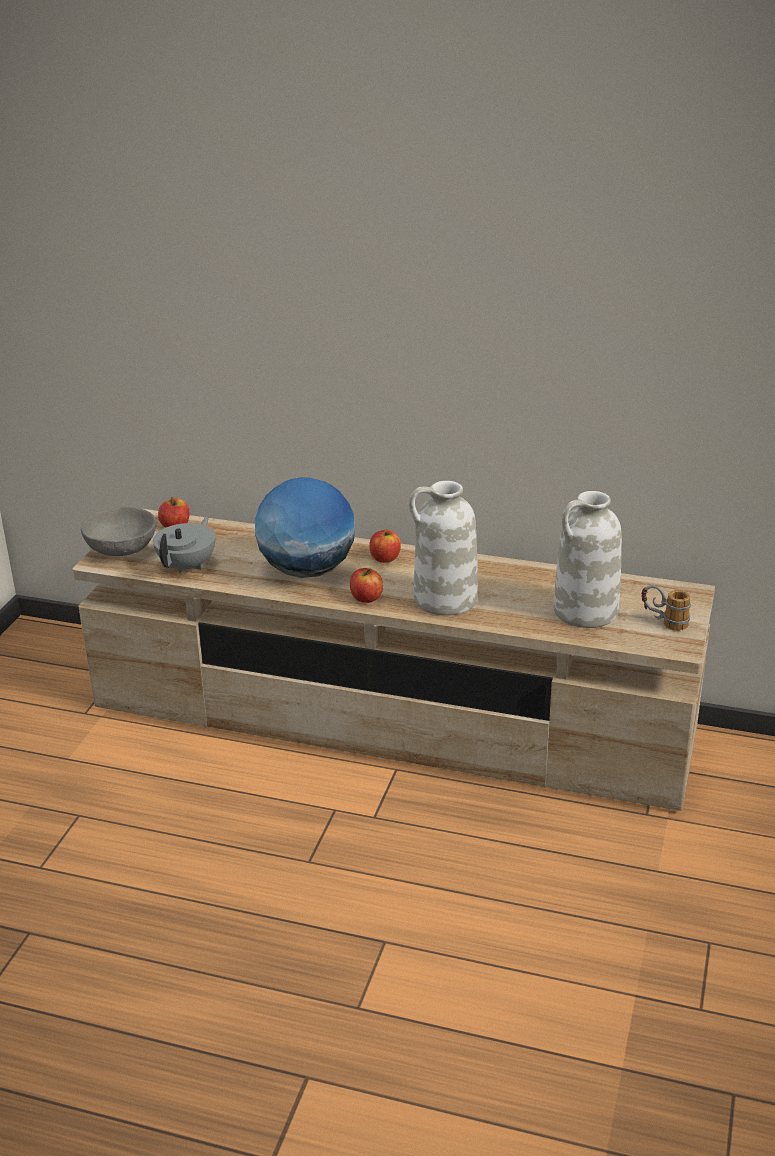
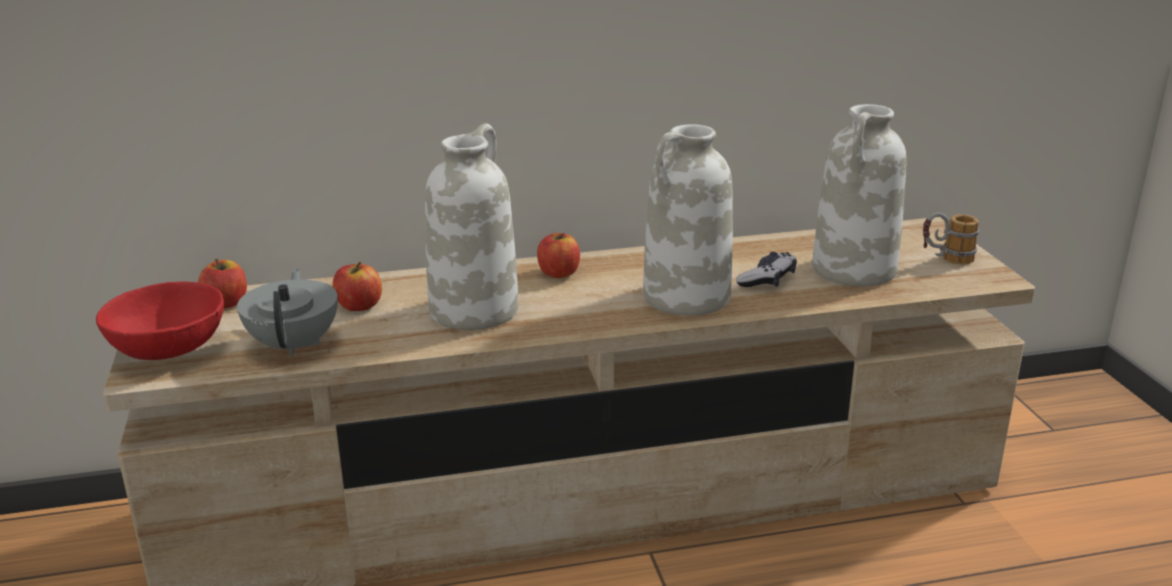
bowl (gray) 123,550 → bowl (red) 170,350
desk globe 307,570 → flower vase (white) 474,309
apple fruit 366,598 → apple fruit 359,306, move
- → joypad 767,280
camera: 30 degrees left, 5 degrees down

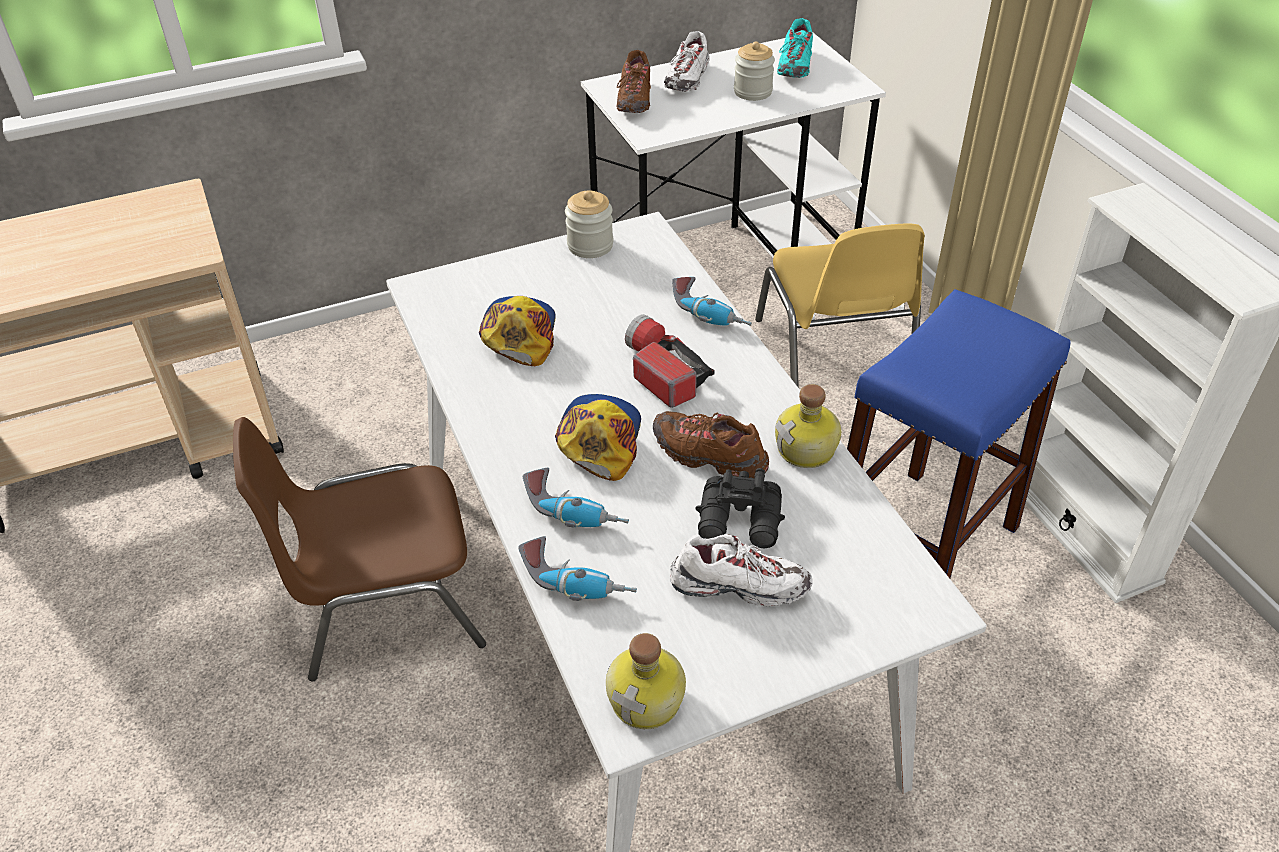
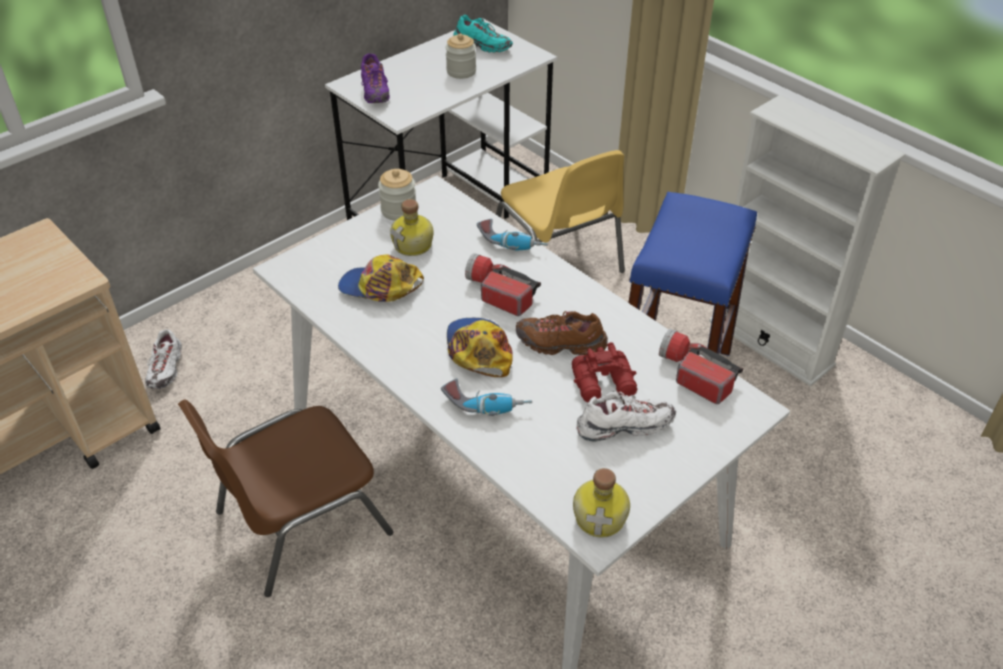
peaked cap 519,334 → peaked cap 380,287, 60 degrees counterclockwise
drill 576,580 → -
low shoe (brown) 634,100 → low shoe (purplish) 375,92
low shoe (white) 687,79 → low shoe (white) 166,369, move
pair of binoculars (black-coloured) 741,523 → pair of binoculars (red) 605,384
drink bottle 807,450 → drink bottle 414,245, move
low shoe (turquoise-coloured) 795,66 → low shoe (turquoise-coloured) 482,46, 60 degrees counterclockwise
- → flashlight 694,374
camera: 20 degrees left, 0 degrees up

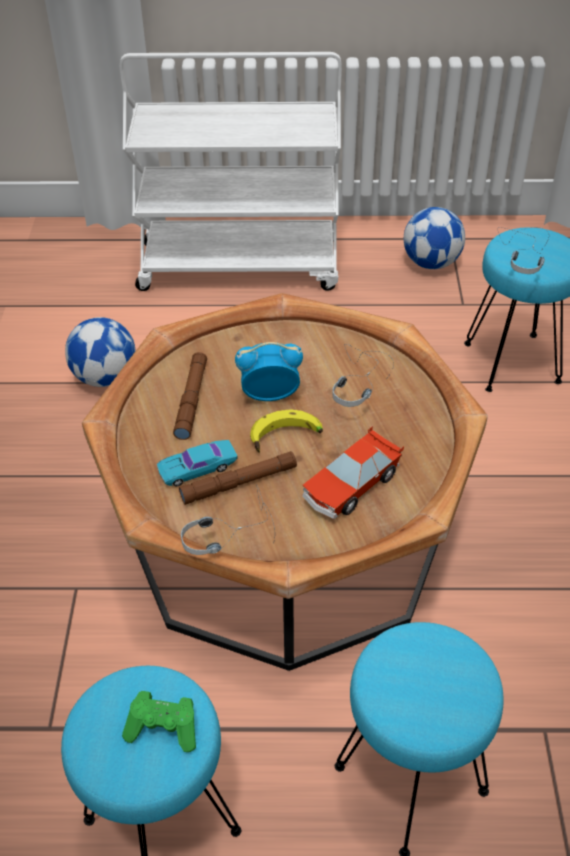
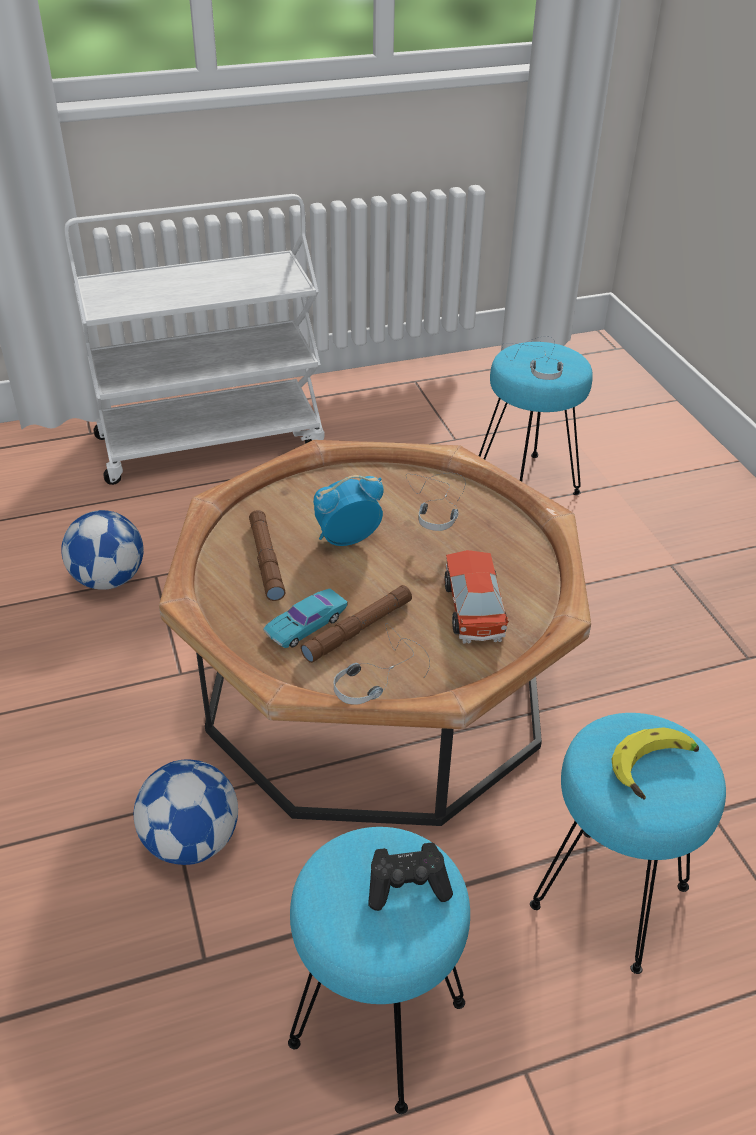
joypad (green-coloured) 164,728 → joypad (black-coloured) 407,886
banana 286,439 → banana 655,769, move
toy car 351,486 → toy car 473,607, 150 degrees clockwise
football ball 431,263 → football ball 192,841, move
camera: 20 degrees left, 5 degrees down

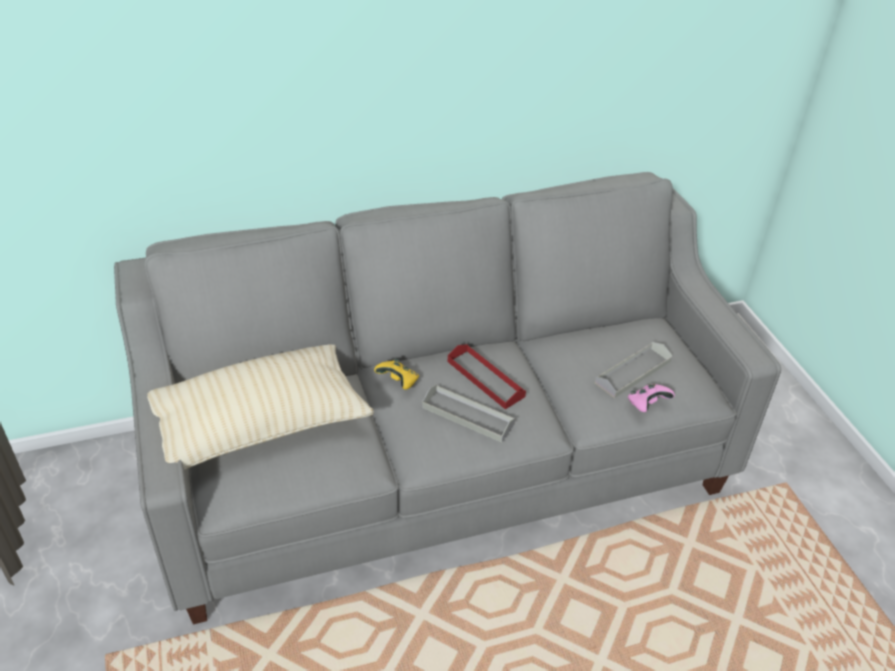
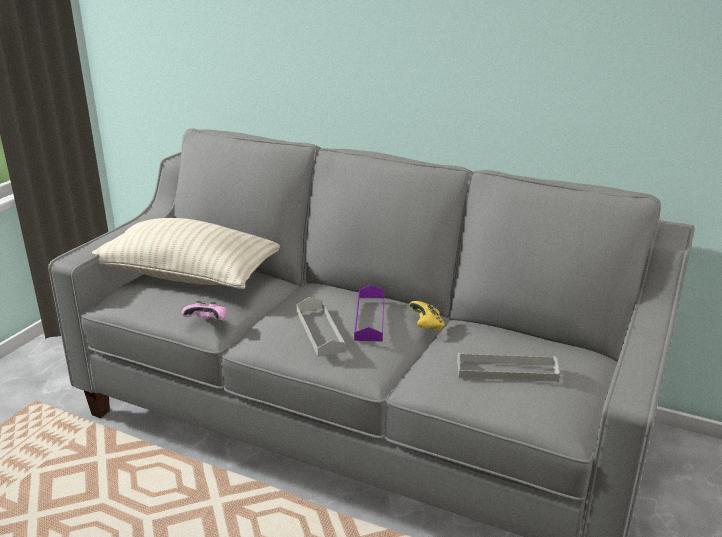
joypad (yellow-coloured) 398,382 → joypad (yellow-coloured) 427,325, move
tray (red) 485,379 → tray (purplish) 370,318
joypad (pink) 647,404 → joypad (pink) 208,321, move
camera: 45 degrees right, 15 degrees down

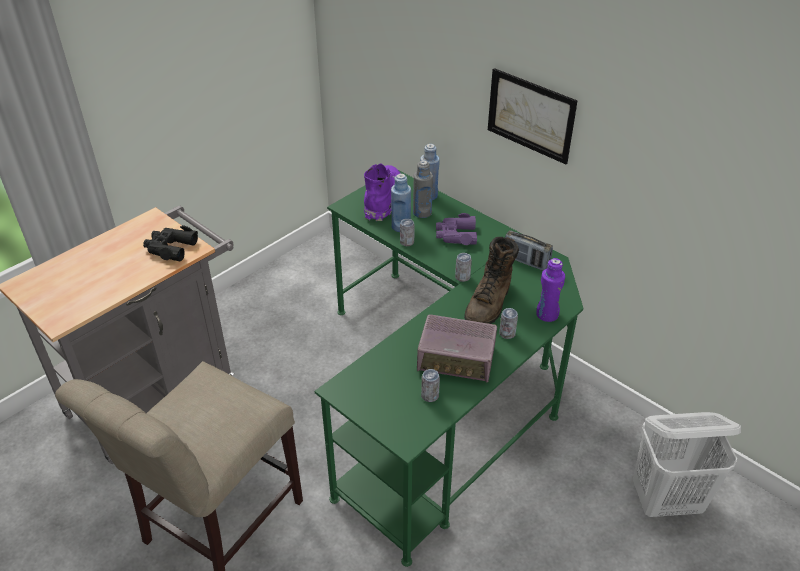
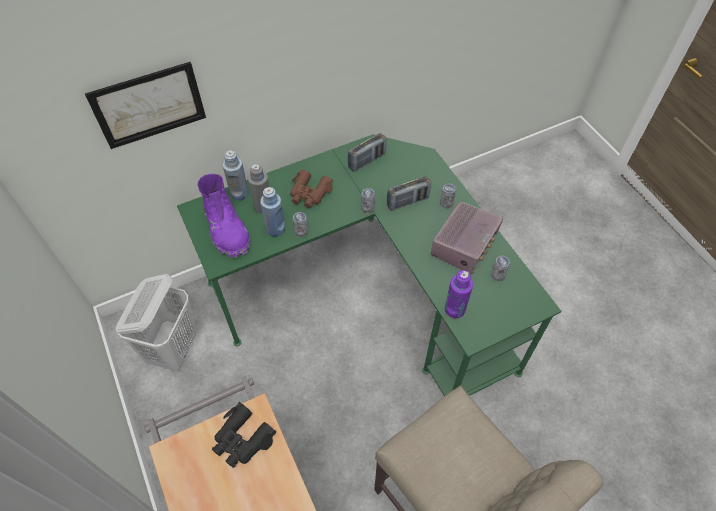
boot (purplish) 383,200 → boot (purplish) 227,230, 150 degrees counterclockwise
pair of binoculars (purplish) 456,235 → pair of binoculars (brown) 309,193
boot (brown) 489,303 → radio receiver 407,202
wall art 530,115 → wall art 149,105, move
drink bottle (purplish) 547,314 → drink bottle (purplish) 454,309, move
laundry basket (white) 666,501 → laundry basket (white) 174,348, move
camera: 70 degrees left, 15 degrees up

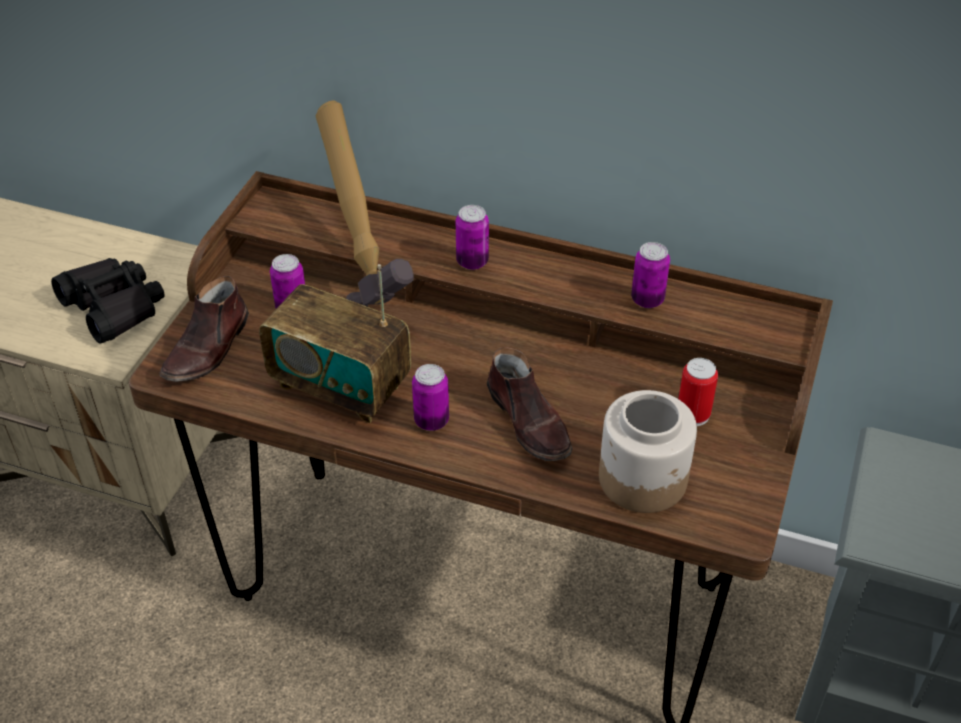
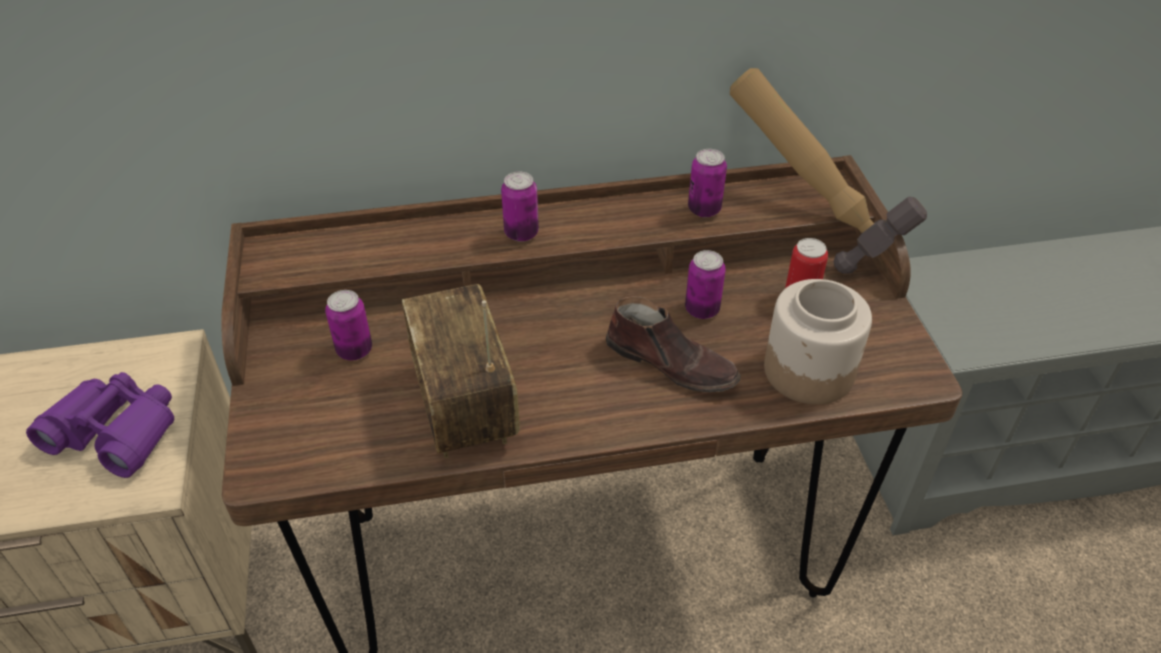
pair of binoculars (black-coloured) 114,307 → pair of binoculars (purplish) 116,432
low shoe (brown) 208,348 → -
radio receiver 340,386 → radio receiver 465,405, 75 degrees clockwise
hammer 368,272 → hammer 809,234, move
can 431,421 → can 702,310, move
camera: 30 degrees left, 0 degrees up

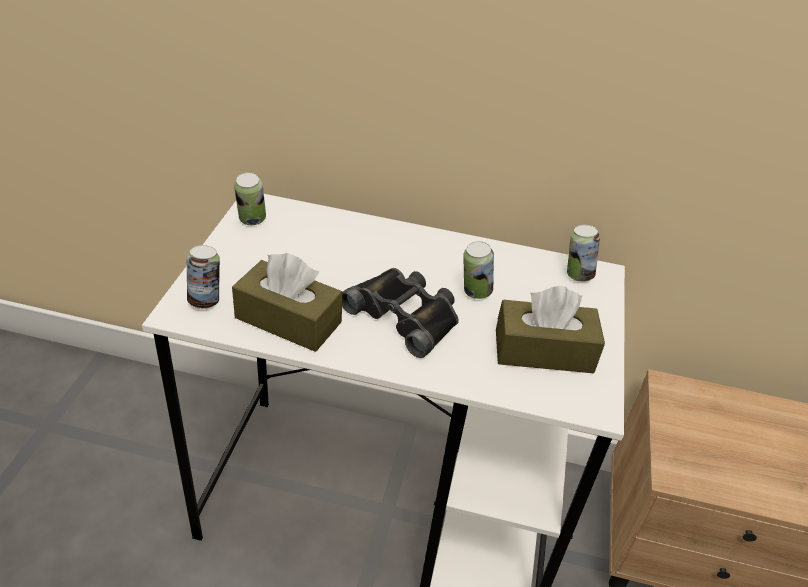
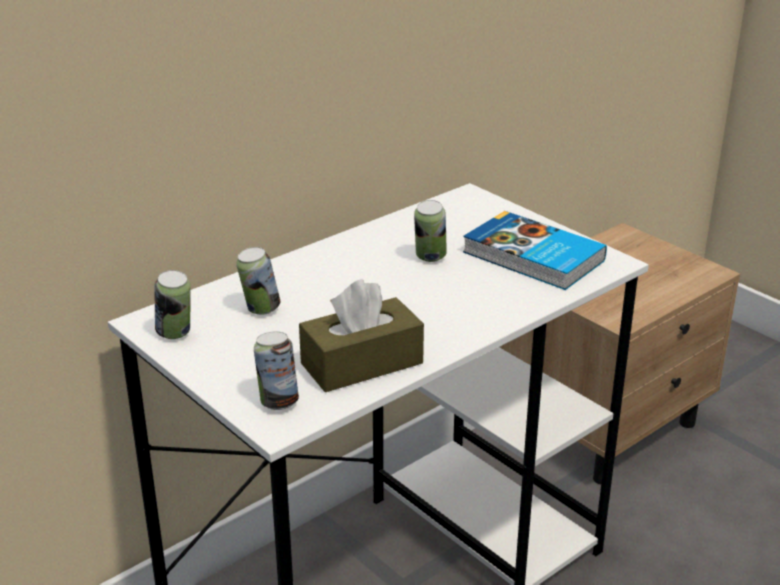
pair of binoculars (black-coloured) 405,315 → -
tissue holder (brown) 543,351 → book 533,257
can 577,275 → can 260,310, move
camera: 50 degrees left, 10 degrees down

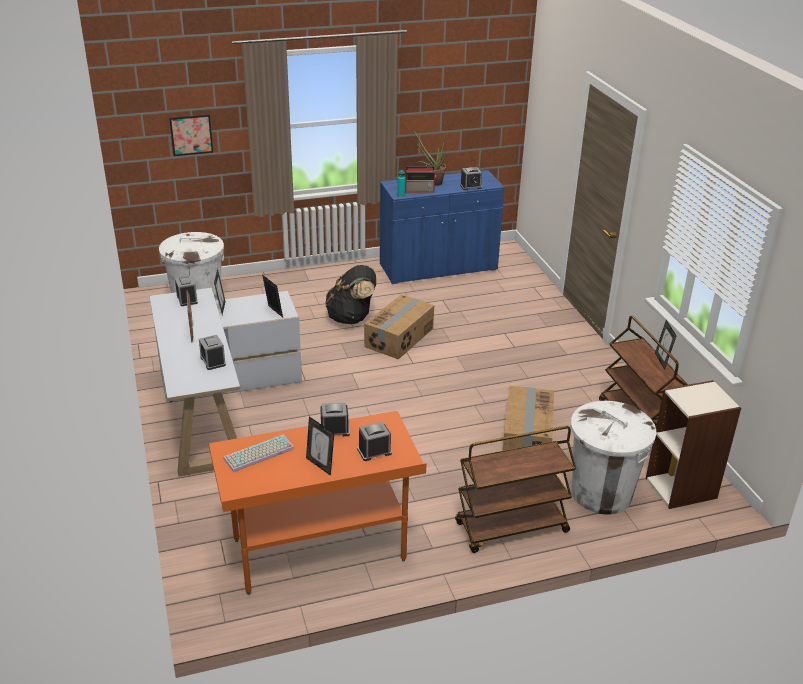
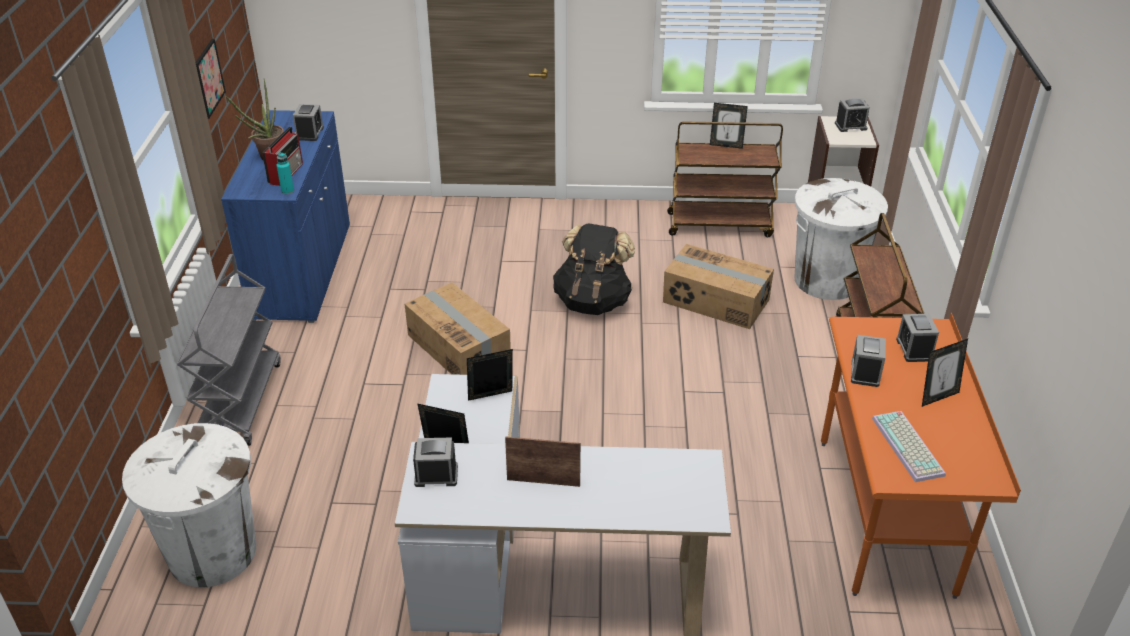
wall art 191,135 → wall art 209,78, move
alarm clock 213,361 → alarm clock 850,126, move
rucksack (black-coloured) 352,318 → rucksack (black-coloured) 593,301, move
- → trolley (gray) 240,401
camera: 70 degrees left, 5 degrees up

